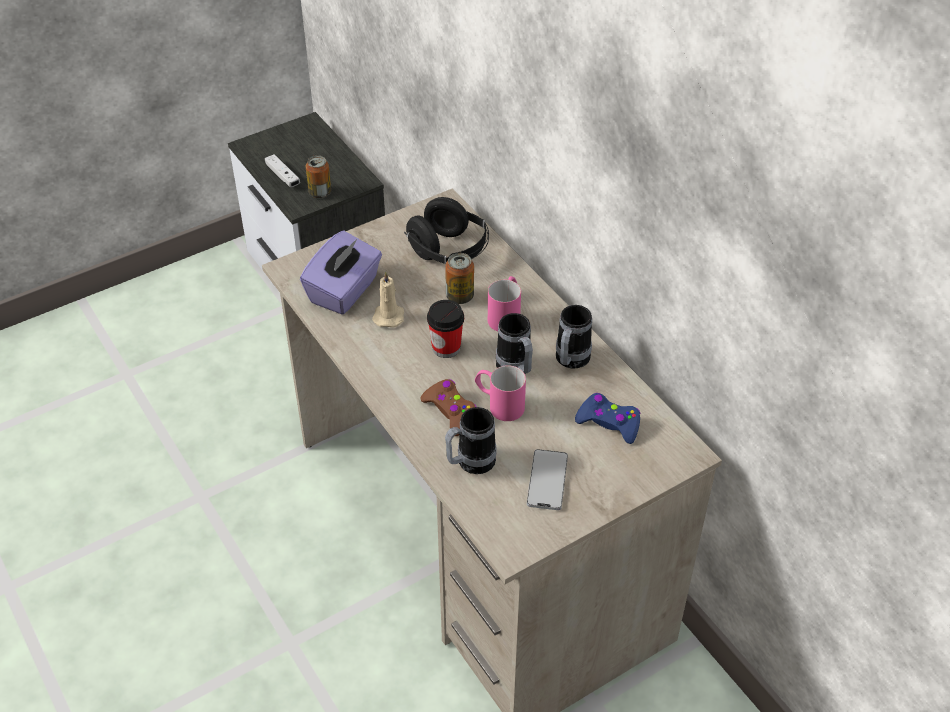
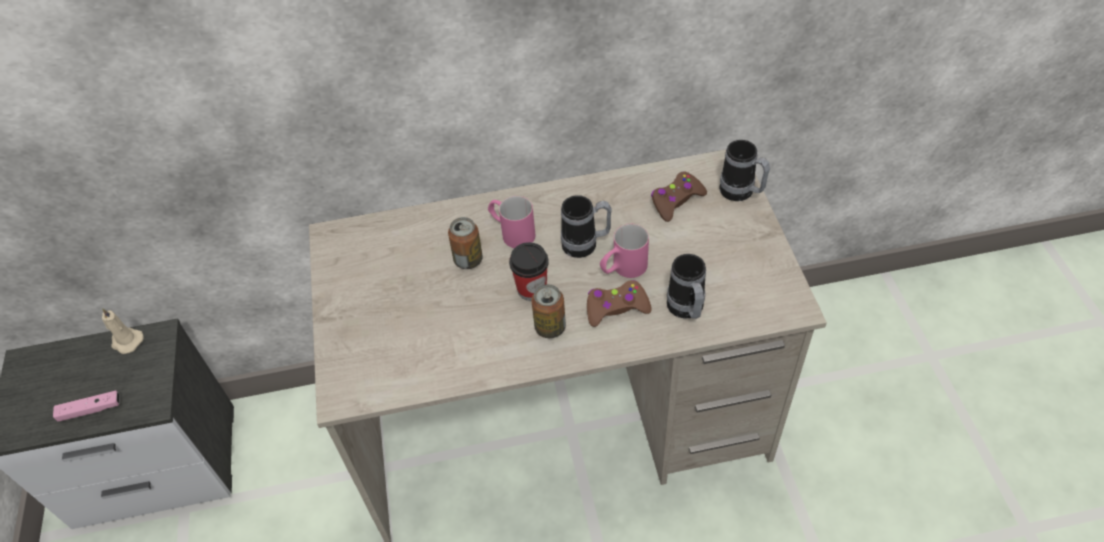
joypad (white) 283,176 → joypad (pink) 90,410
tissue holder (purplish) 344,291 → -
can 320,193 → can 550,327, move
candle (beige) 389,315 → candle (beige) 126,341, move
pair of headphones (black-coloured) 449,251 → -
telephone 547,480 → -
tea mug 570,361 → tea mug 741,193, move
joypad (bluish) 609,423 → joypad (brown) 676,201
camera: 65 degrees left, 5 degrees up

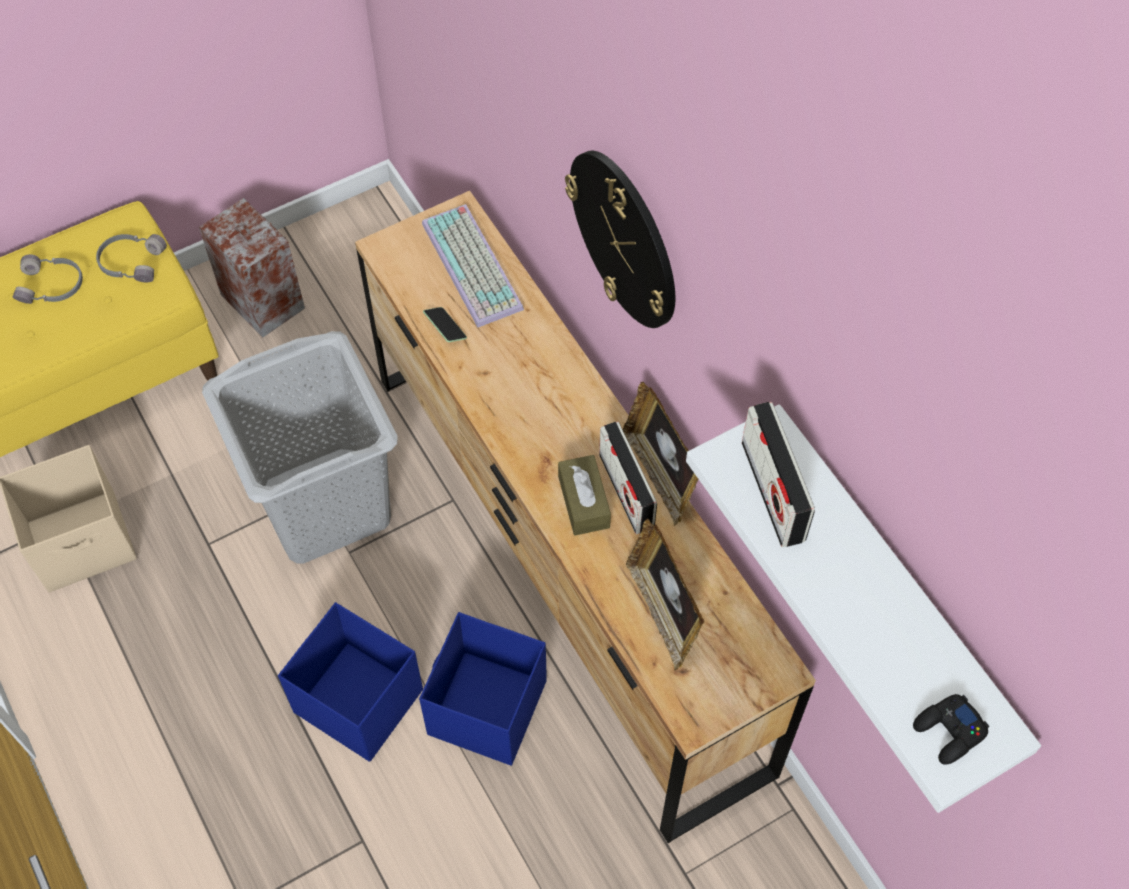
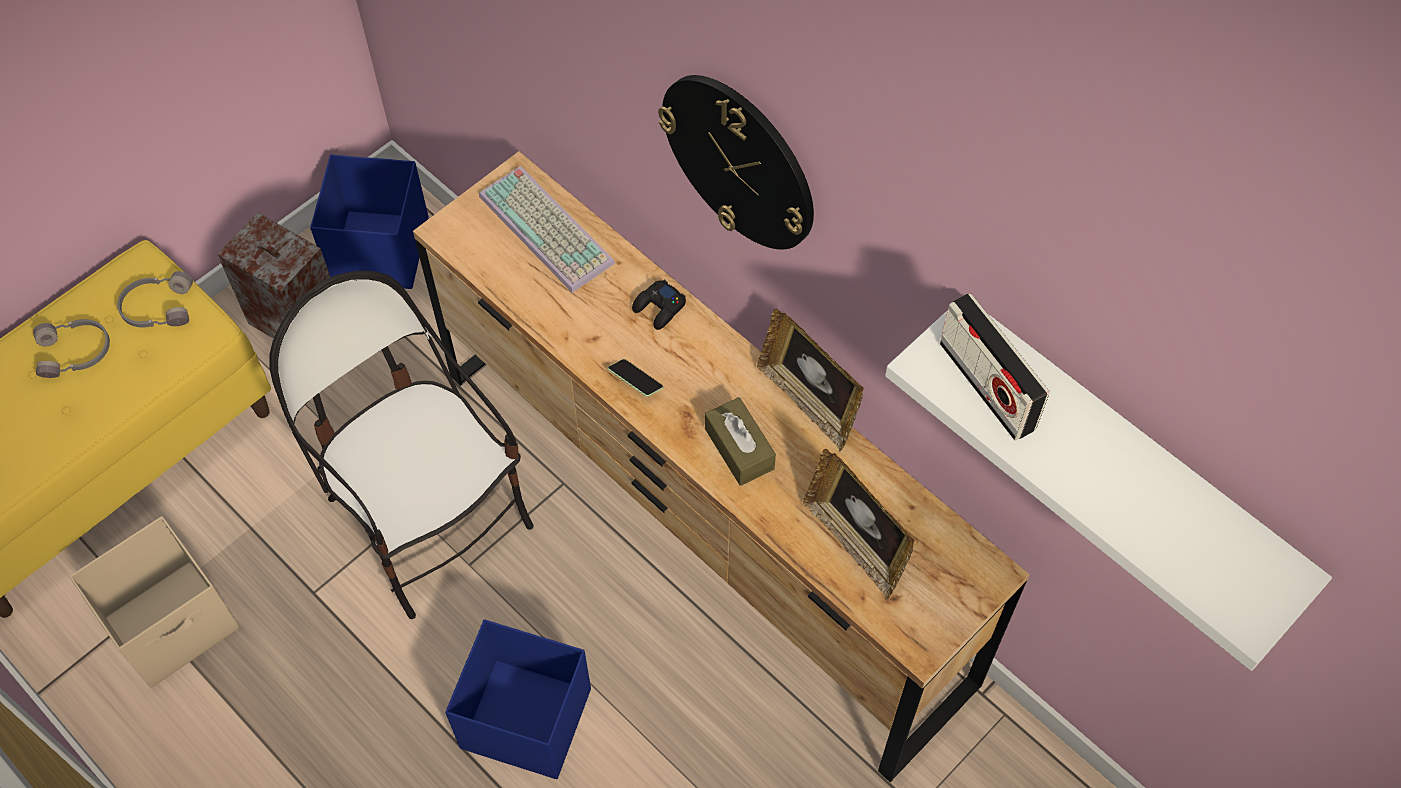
laundry basket (gray) 325,503 → upright chair 428,519
storage container (bluish) 486,709 → storage container (bluish) 378,251, move
telephone 445,328 → telephone 635,382, move
radio receiver 626,491 → -
joypad (black-coloured) 949,732 → joypad (black-coloured) 659,308, move
camera: 15 degrees left, 0 degrees up

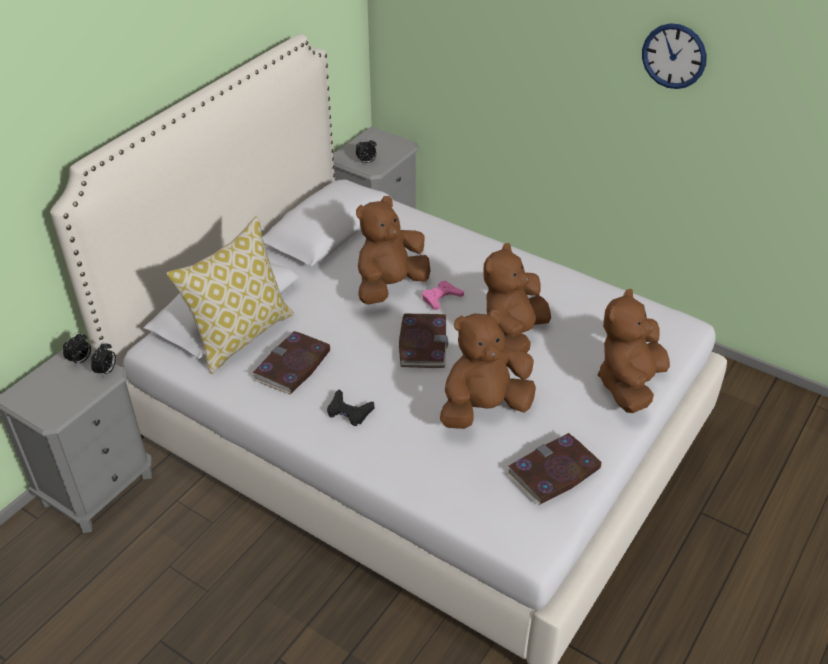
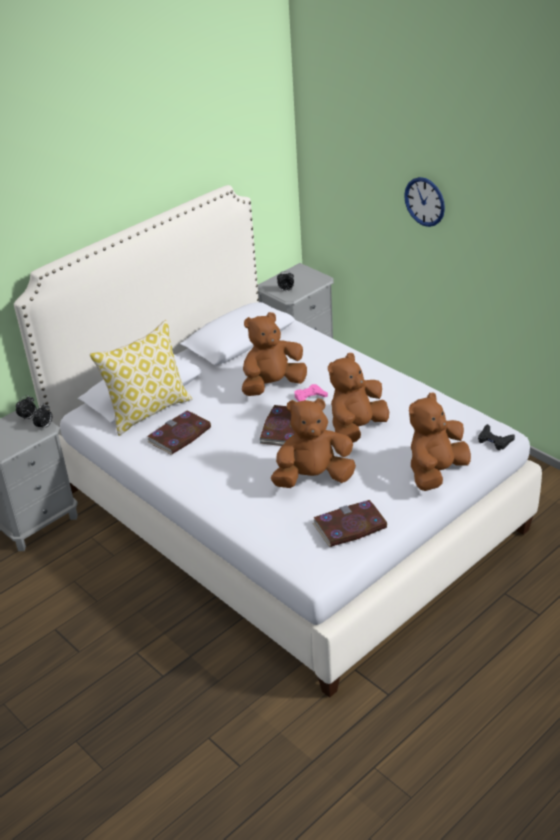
joypad (black-coloured) 349,411 → joypad (black-coloured) 494,440, move
wall clock 674,56 → wall clock 424,201, move
camera: 15 degrees right, 5 degrees down

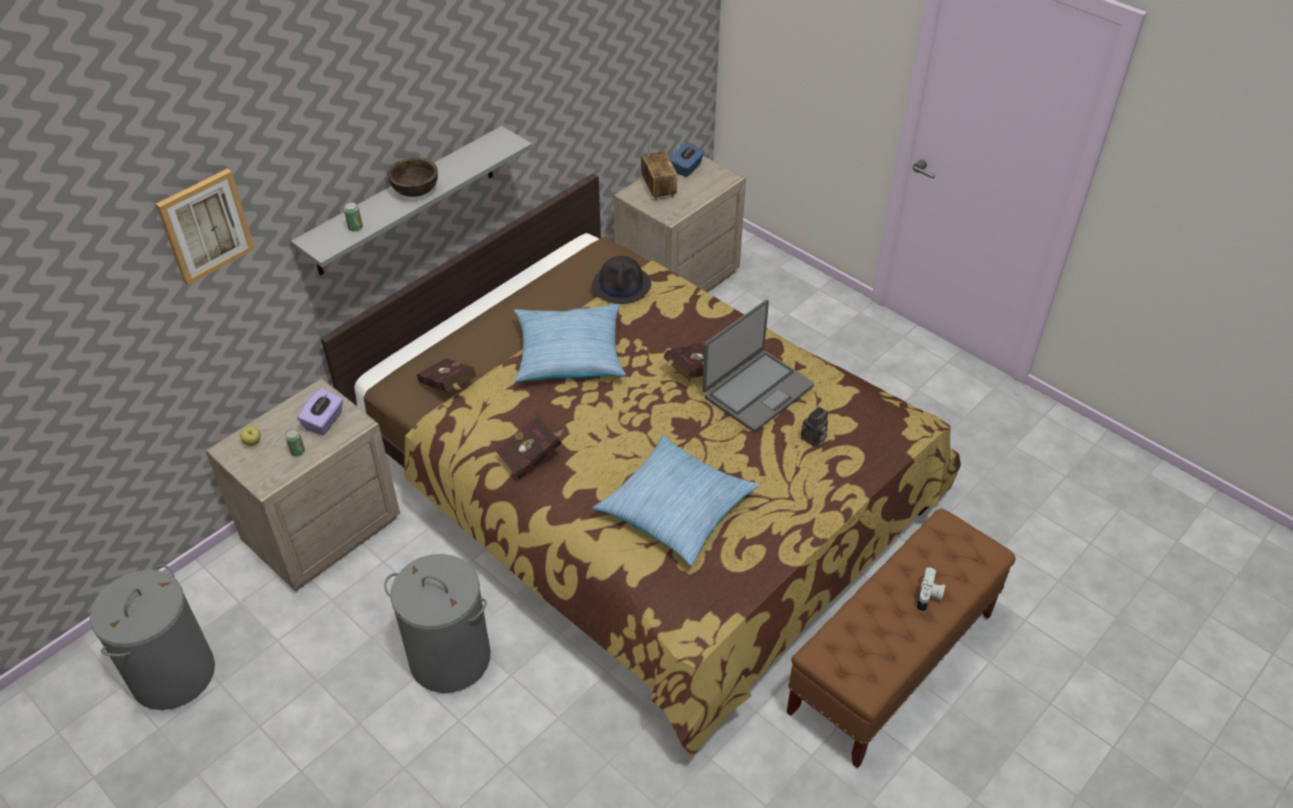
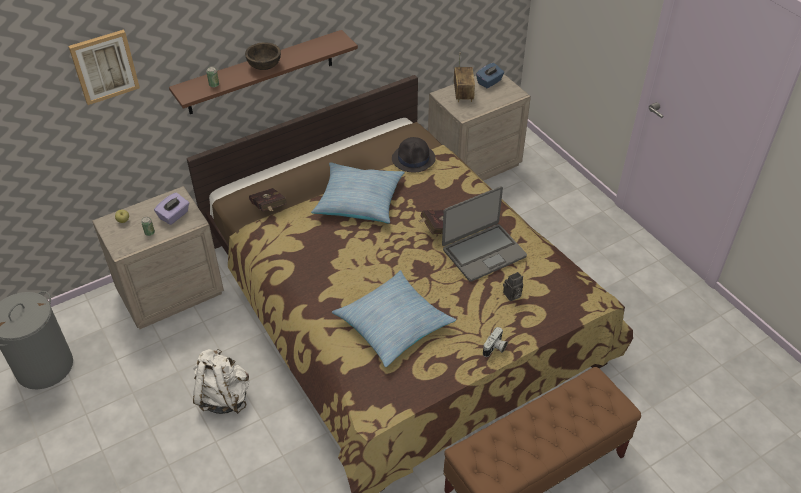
bracket shelf (gray) 405,201 → bracket shelf (brown) 260,73
laundry basket (gray) 449,658 → rucksack (white) 223,397
book (red) 533,457 → -
photo camera 929,597 → photo camera 495,348, move
camera: 15 degrees right, 0 degrees up

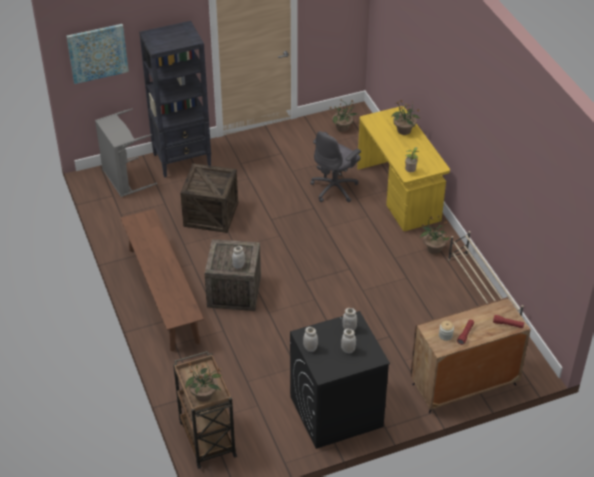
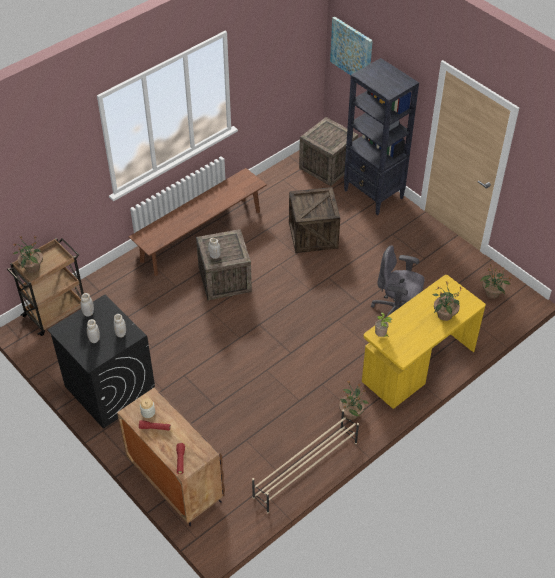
laundry basket (gray) 123,179 → packing crate 327,166
camera: 70 degrees right, 5 degrees up

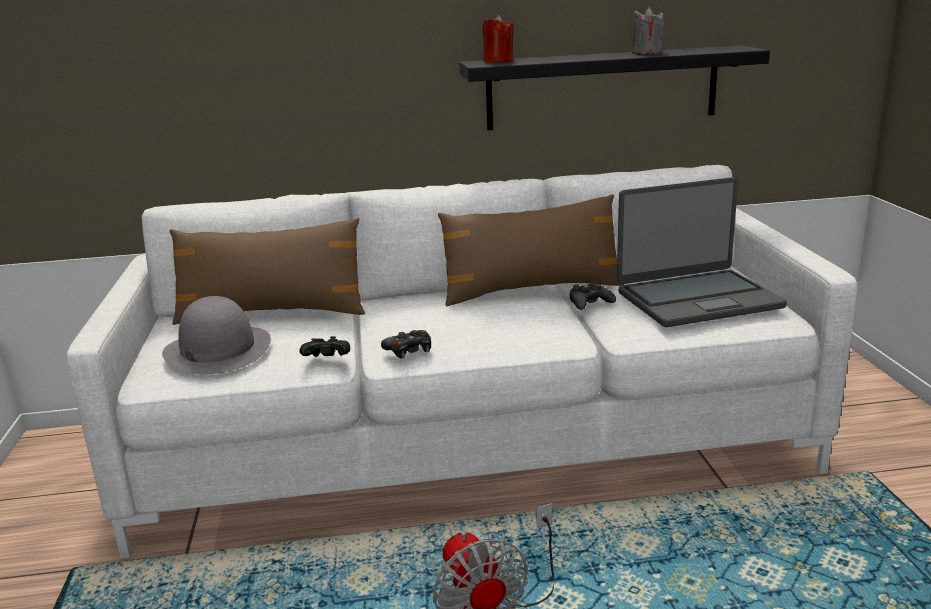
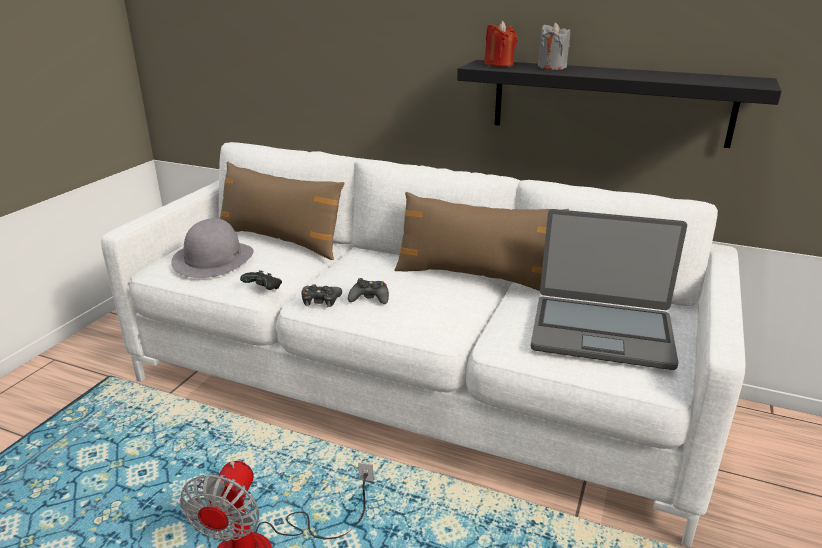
joypad (black-coloured) 590,303 → joypad (black-coloured) 369,298, move
candle (gray) 647,53 → candle (gray) 552,67, move
camera: 30 degrees right, 5 degrees up

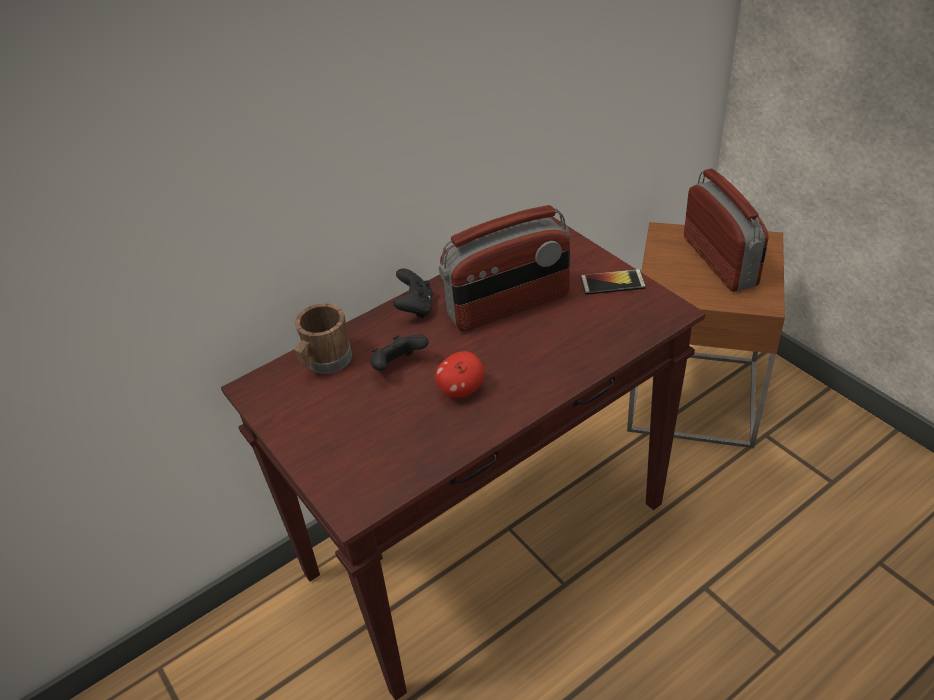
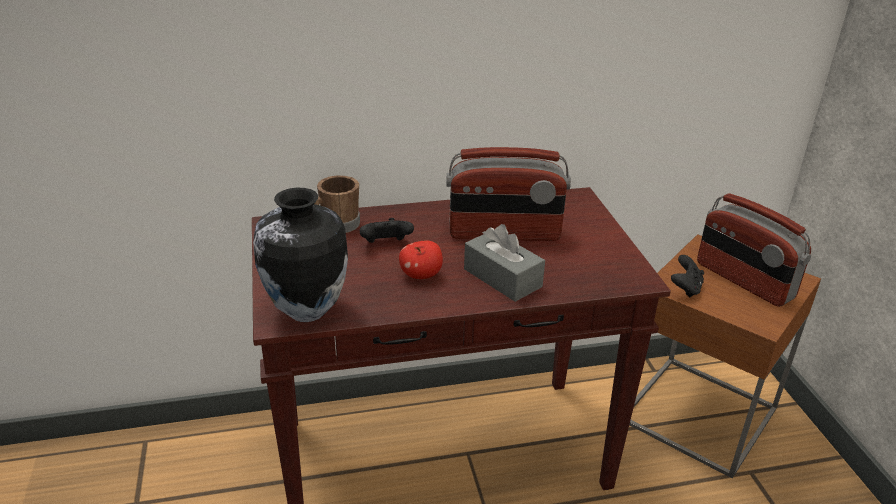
joypad (black-coloured) 415,307 → joypad (black-coloured) 685,288, move
telephone 612,283 → -
radio receiver 720,261 → radio receiver 743,281, 135 degrees clockwise
- → flower vase 306,311
- → tissue holder (gray) 502,278
camera: 20 degrees right, 10 degrees down

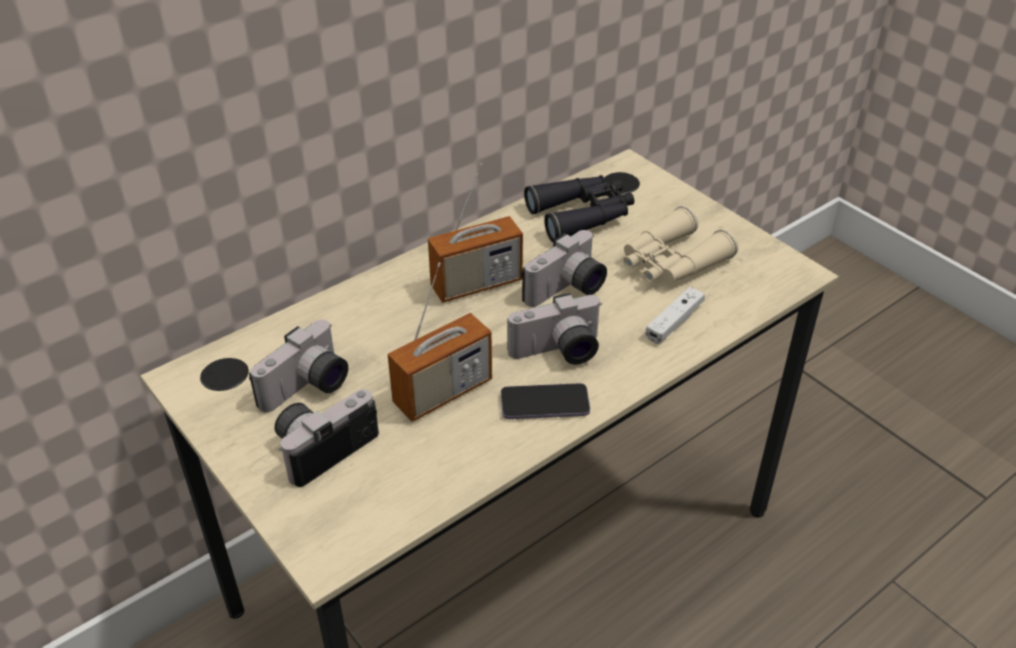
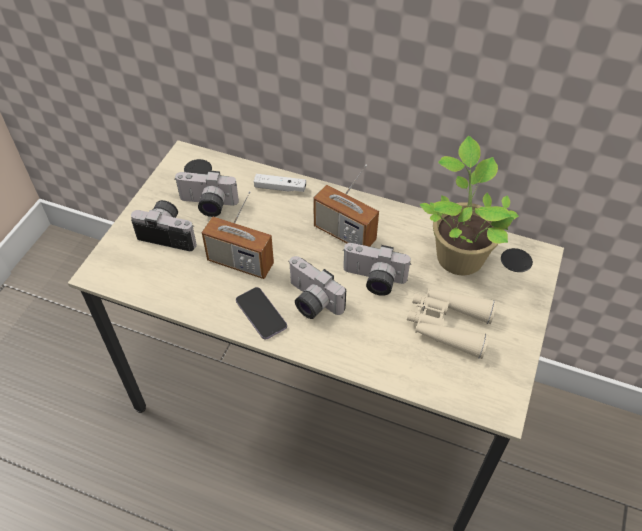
pair of binoculars (black-coloured) 582,215 → houseplant 458,254
joypad (white) 674,322 → joypad (white) 280,188, move
camera: 60 degrees right, 10 degrees up

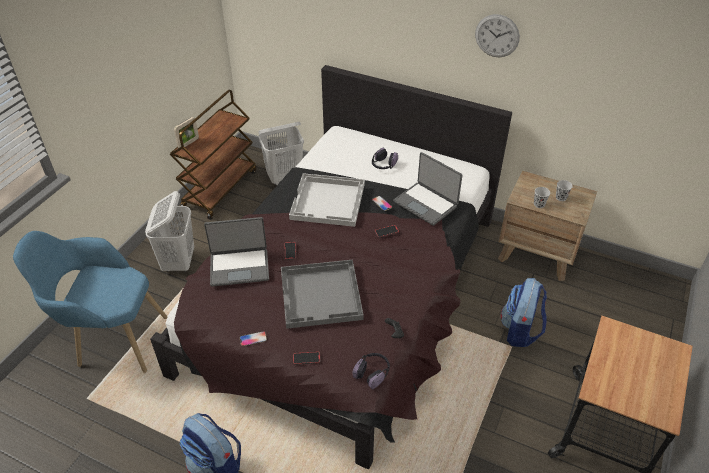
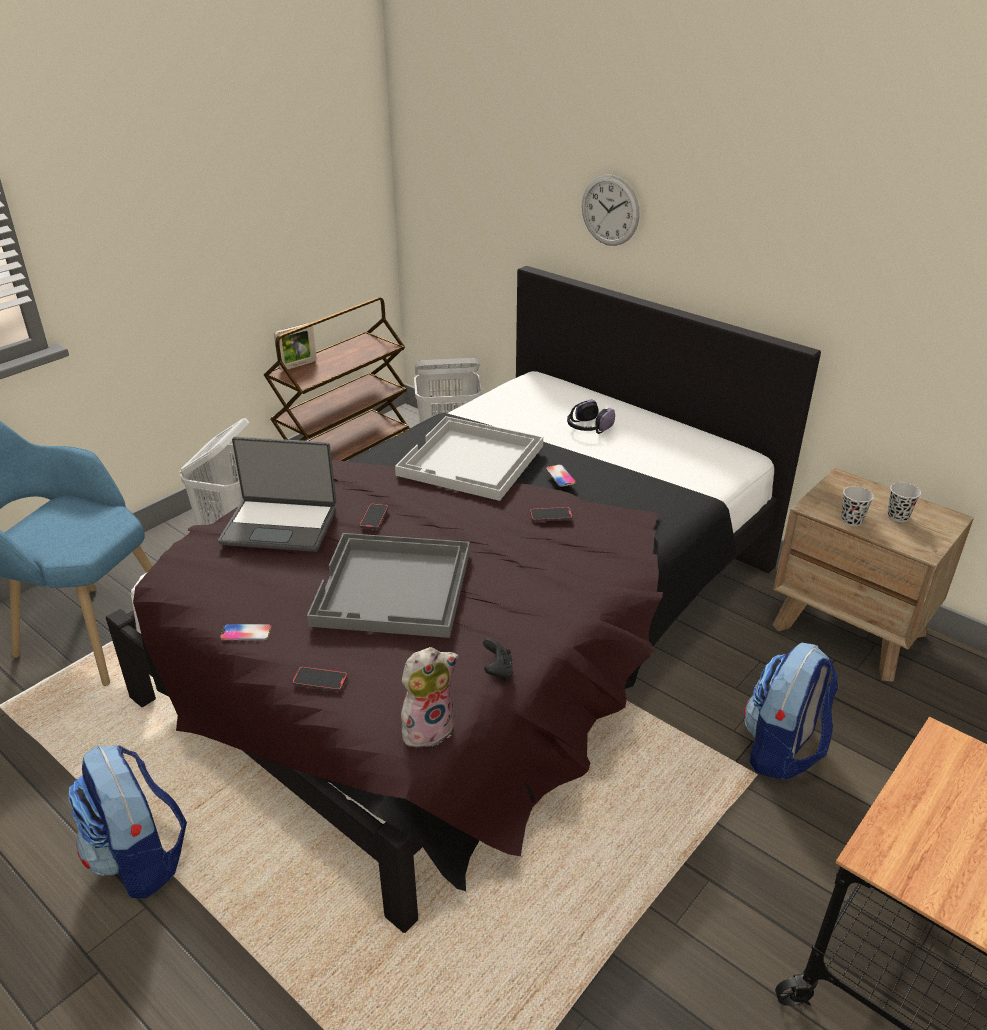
pair of headphones 372,373 → plush toy 428,728
portable computer 426,204 → -
wall clock 497,36 → wall clock 610,210, move
camera: 15 degrees right, 10 degrees down

